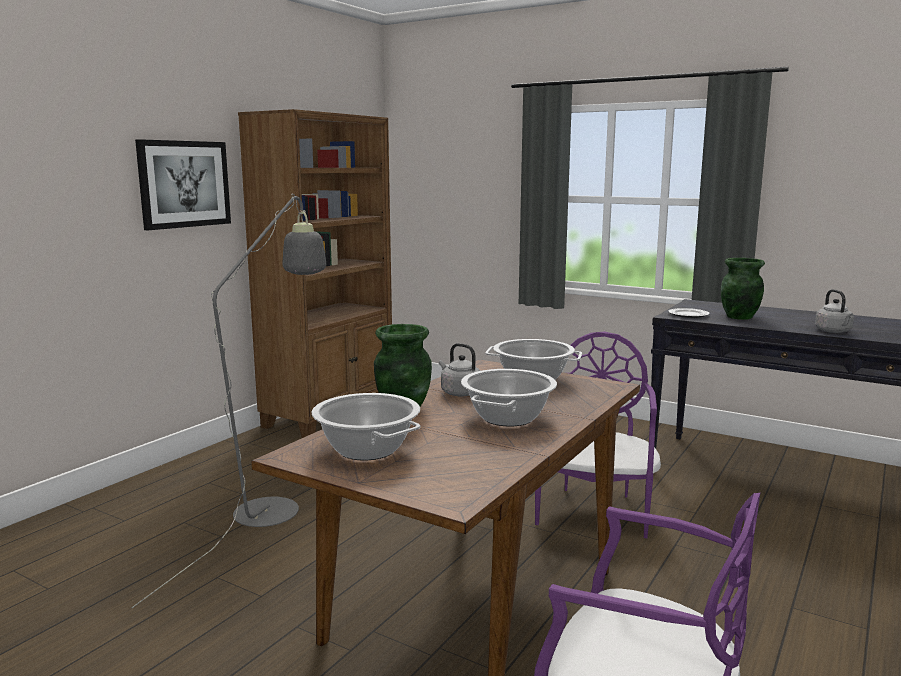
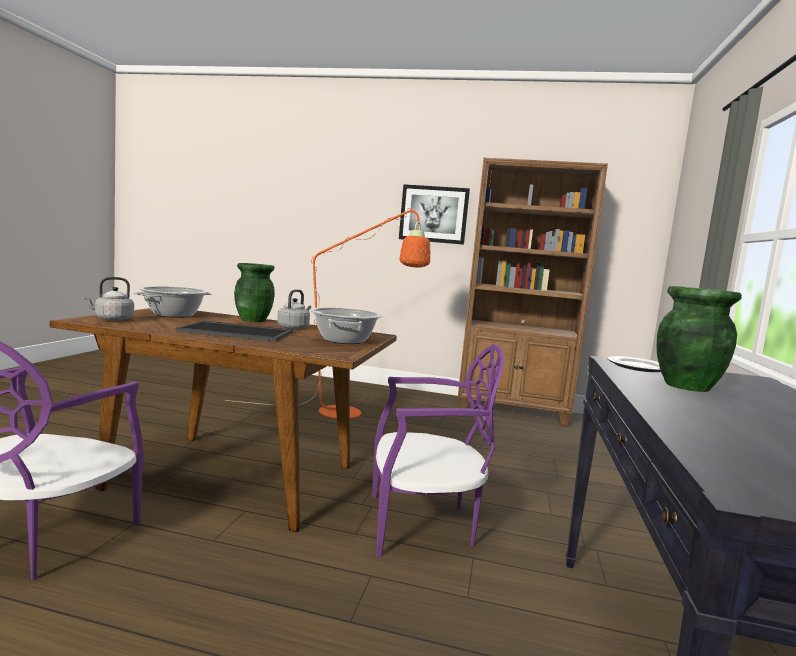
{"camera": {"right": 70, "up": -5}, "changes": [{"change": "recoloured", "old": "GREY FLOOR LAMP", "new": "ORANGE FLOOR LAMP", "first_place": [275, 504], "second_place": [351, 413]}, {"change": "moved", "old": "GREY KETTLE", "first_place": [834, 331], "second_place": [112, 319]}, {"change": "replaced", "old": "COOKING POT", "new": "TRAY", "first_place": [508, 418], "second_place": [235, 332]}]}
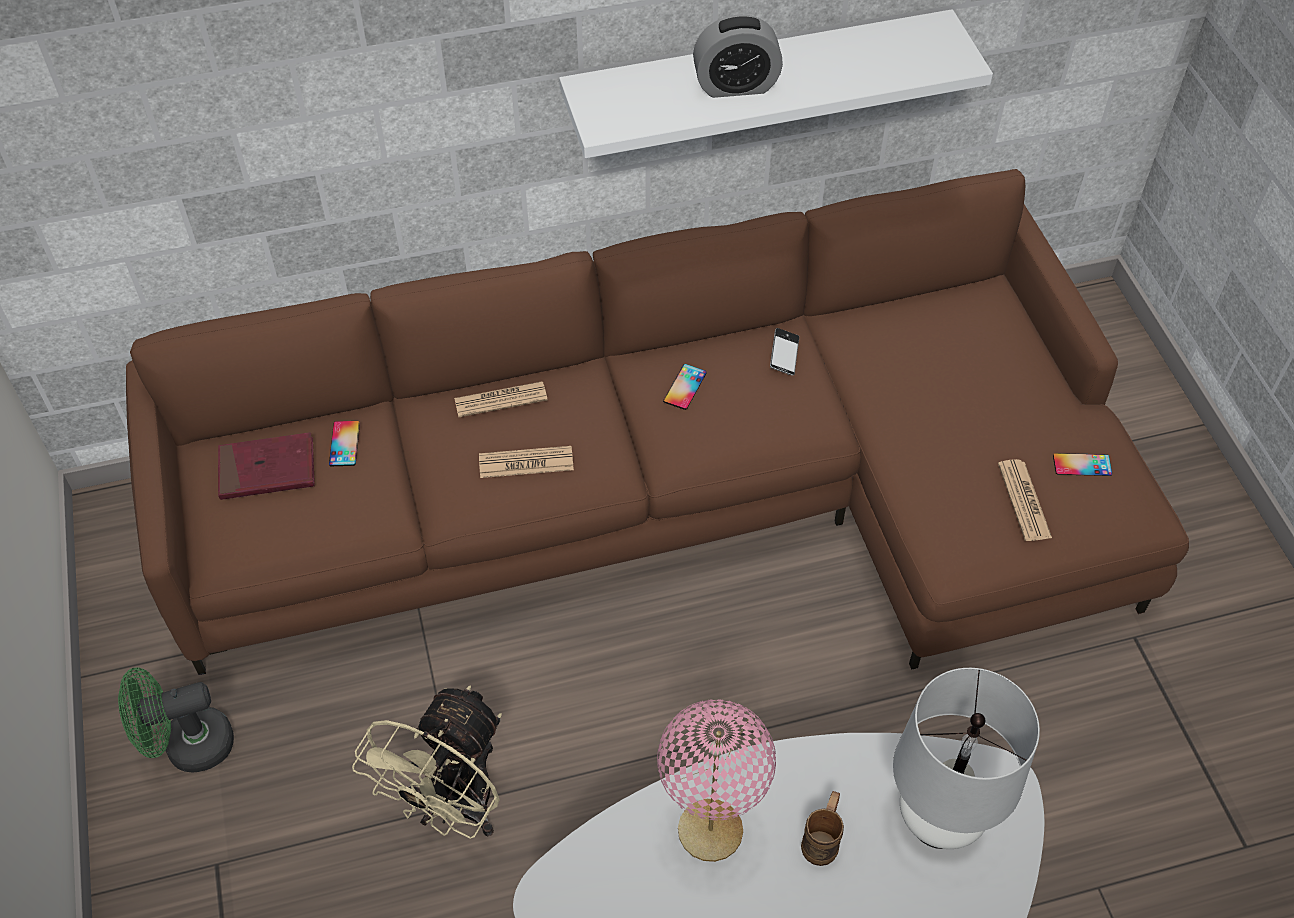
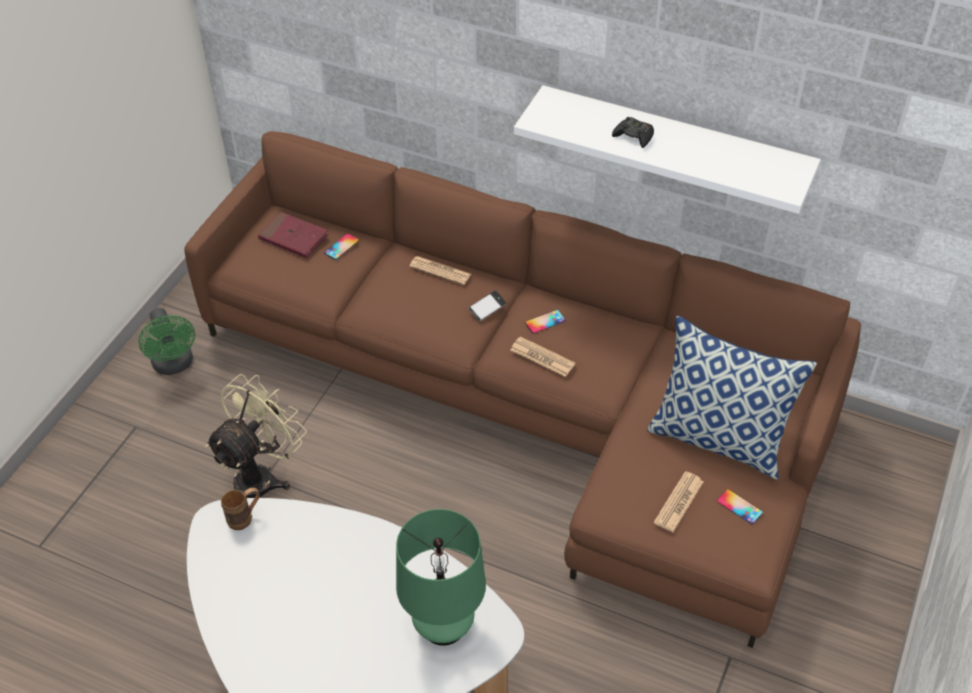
{"camera": {"right": 40, "up": -5}, "changes": [{"change": "replaced", "old": "ALARM CLOCK", "new": "BLACK GAME CONTROLLER", "first_place": [736, 86], "second_place": [634, 136]}, {"change": "moved", "old": "PHONE", "first_place": [784, 355], "second_place": [487, 308]}, {"change": "moved", "old": "NEWSPAPER", "first_place": [526, 463], "second_place": [542, 357]}, {"change": "turned", "old": "GREEN FAN", "first_place": [188, 746], "second_place": [174, 365], "degrees": -135}, {"change": "recoloured", "old": "WHITE TABLE LAMP", "new": "GREEN TABLE LAMP", "first_place": [939, 819], "second_place": [443, 626]}, {"change": "turned", "old": "BEIGE FAN", "first_place": [453, 807], "second_place": [262, 476], "degrees": 150}, {"change": "removed", "old": "PINK TABLE LAMP", "first_place": [709, 831]}, {"change": "moved", "old": "BROWN MUG", "first_place": [823, 839], "second_place": [245, 518]}, {"change": "added", "new": "PILLOW", "second_place": [719, 439]}]}
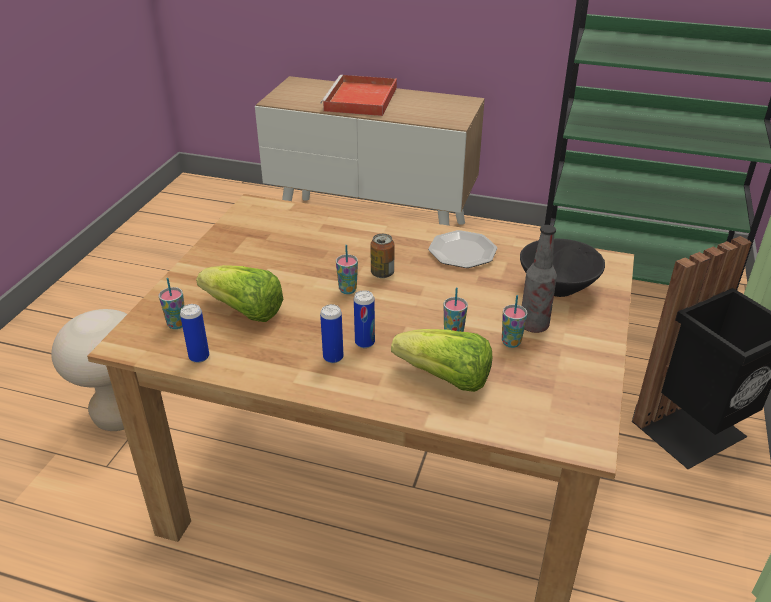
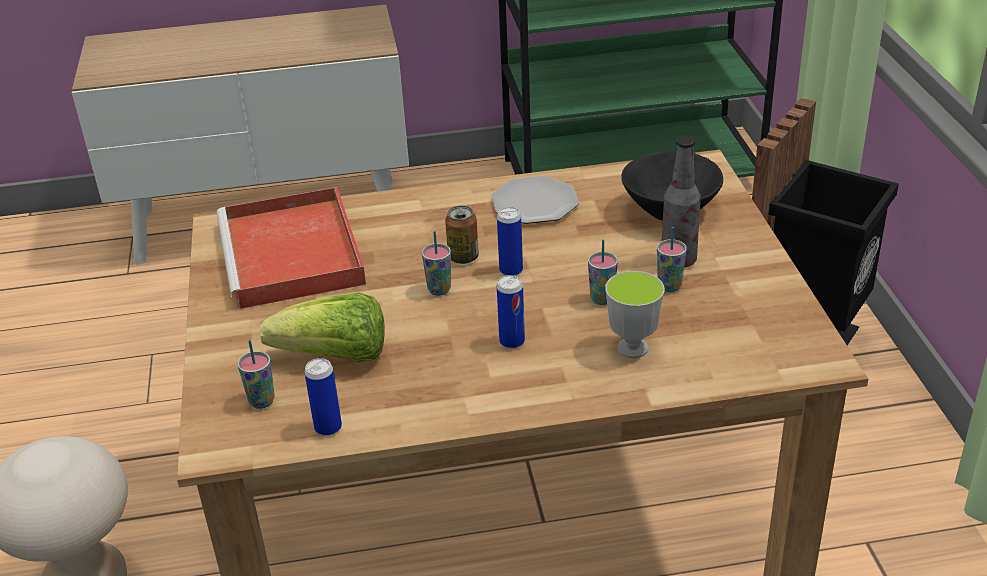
{"camera": {"right": -25, "up": 0}, "changes": [{"change": "moved", "old": "RED TRAY", "first_place": [361, 100], "second_place": [293, 255]}, {"change": "moved", "old": "CAN", "first_place": [333, 357], "second_place": [511, 270]}, {"change": "replaced", "old": "LETTUCE", "new": "CUP", "first_place": [445, 378], "second_place": [632, 348]}]}
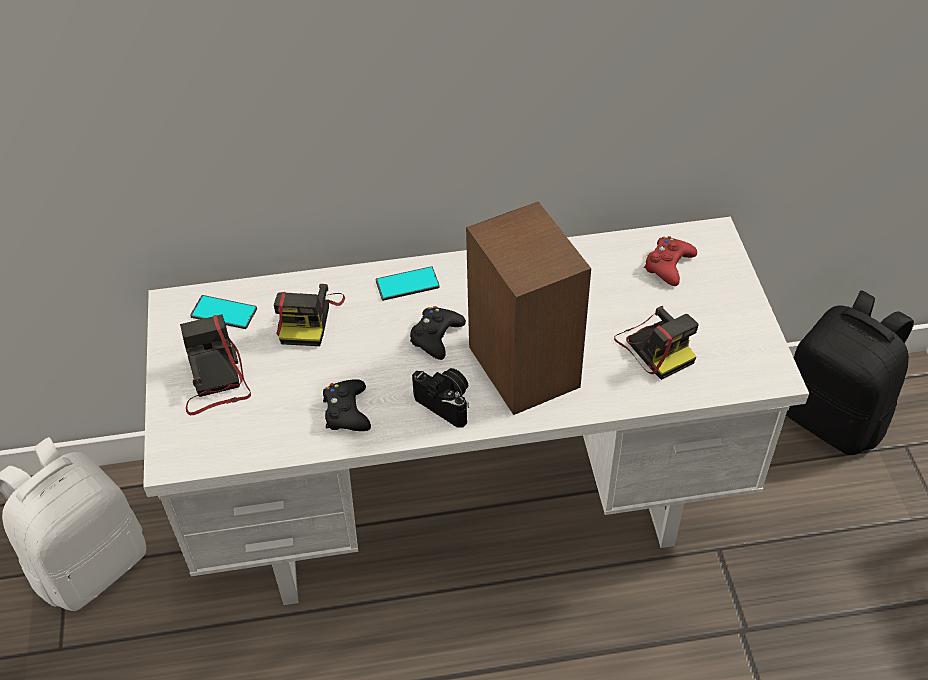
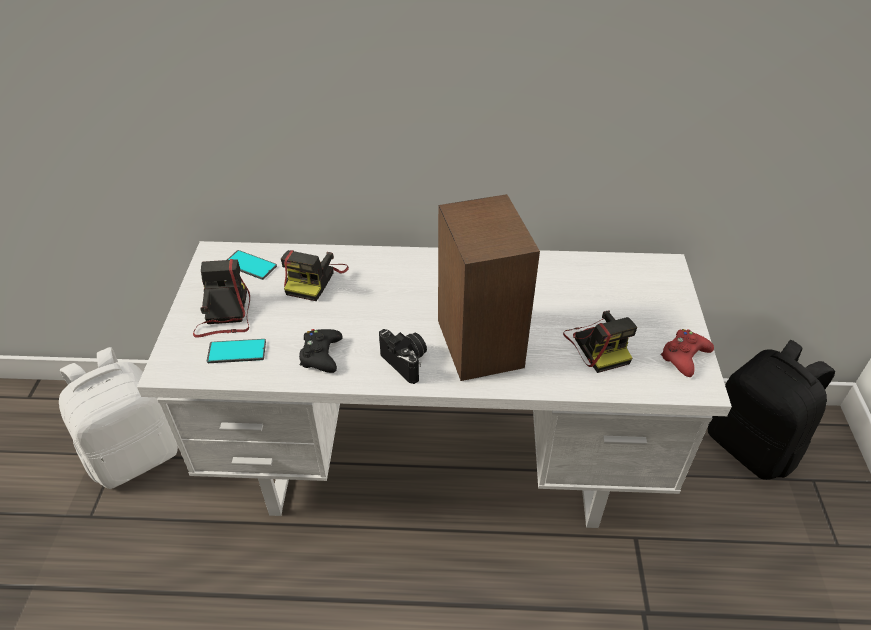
{"camera": {"right": 10, "up": -5}, "changes": [{"change": "moved", "old": "RED GAME CONTROLLER", "first_place": [668, 265], "second_place": [684, 356]}, {"change": "moved", "old": "PHONE", "first_place": [407, 284], "second_place": [237, 352]}, {"change": "removed", "old": "BLACK GAME CONTROLLER", "first_place": [436, 337]}]}
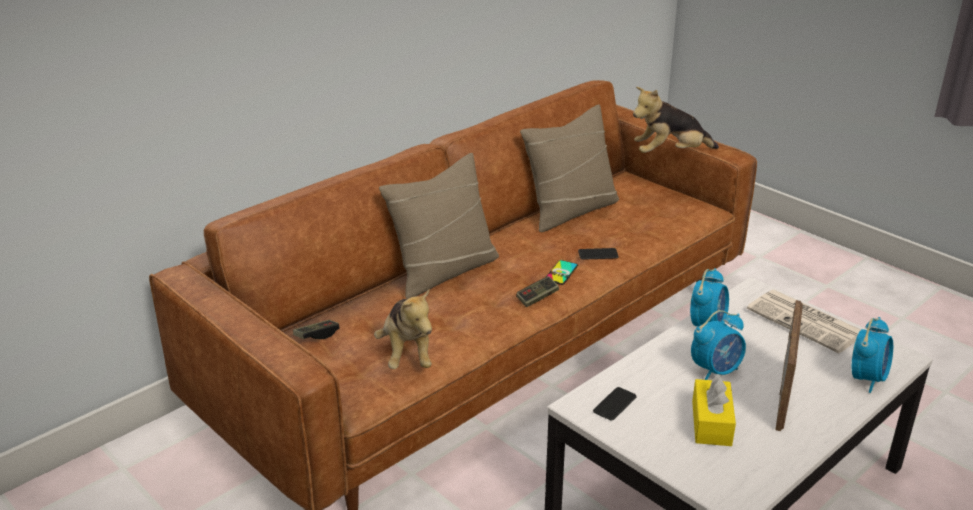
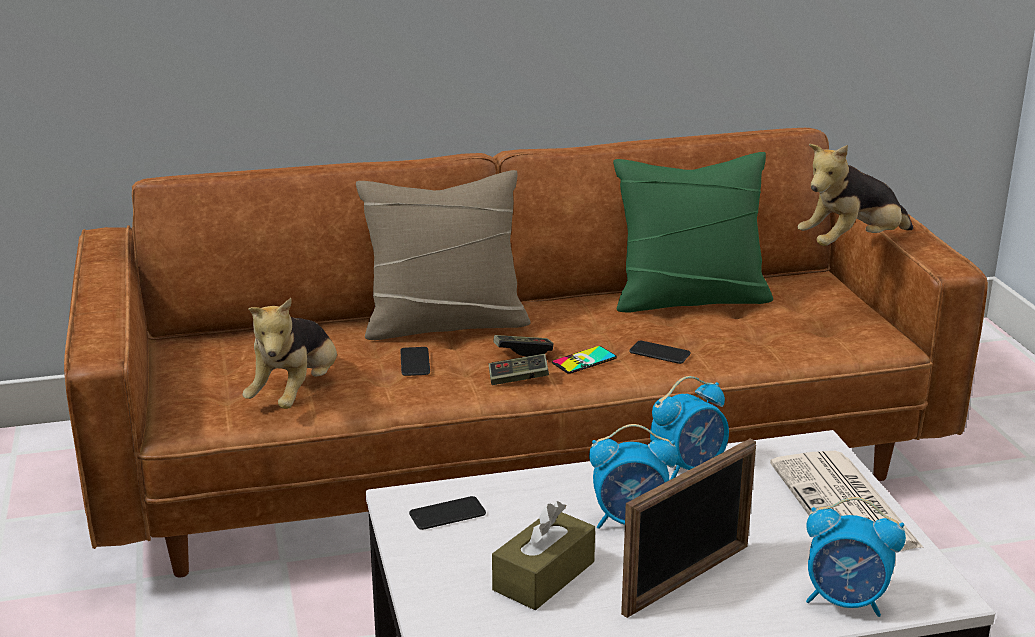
{"camera": {"right": 30, "up": -5}, "changes": [{"change": "turned", "old": "PLUSH TOY", "first_place": [670, 154], "second_place": [852, 245], "degrees": -45}, {"change": "recoloured", "old": "BEIGE PILLOW", "new": "GREEN PILLOW", "first_place": [570, 211], "second_place": [690, 298]}, {"change": "turned", "old": "ALARM CLOCK", "first_place": [867, 378], "second_place": [846, 601], "degrees": 45}, {"change": "moved", "old": "GAME CONTROLLER", "first_place": [317, 335], "second_place": [523, 352]}, {"change": "recoloured", "old": "YELLOW TISSUE BOX", "new": "BROWN TISSUE BOX", "first_place": [711, 423], "second_place": [544, 576]}, {"change": "added", "new": "PHONE", "second_place": [415, 362]}]}
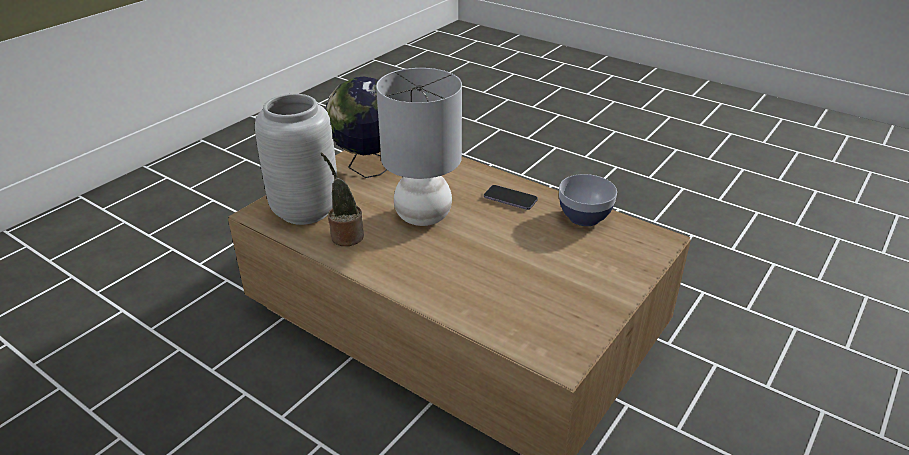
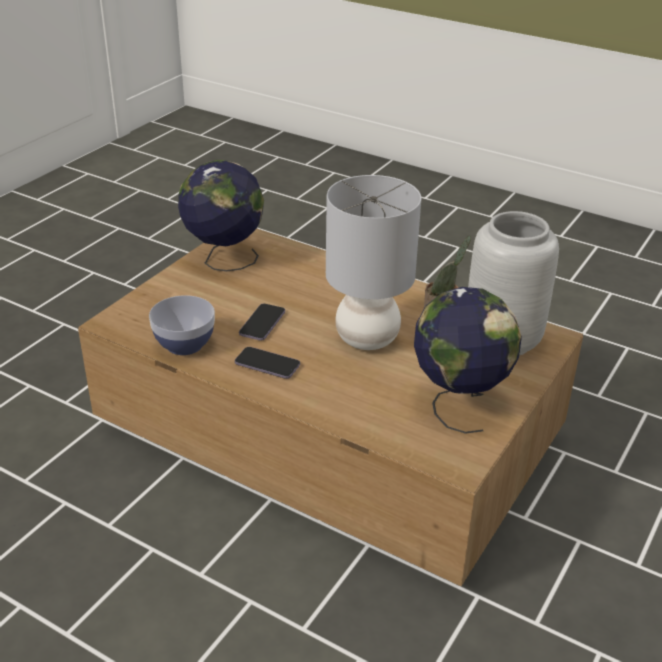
{"camera": {"right": 175, "up": 0}, "changes": [{"change": "added", "new": "GLOBE", "second_place": [224, 260]}, {"change": "added", "new": "PHONE", "second_place": [262, 323]}]}
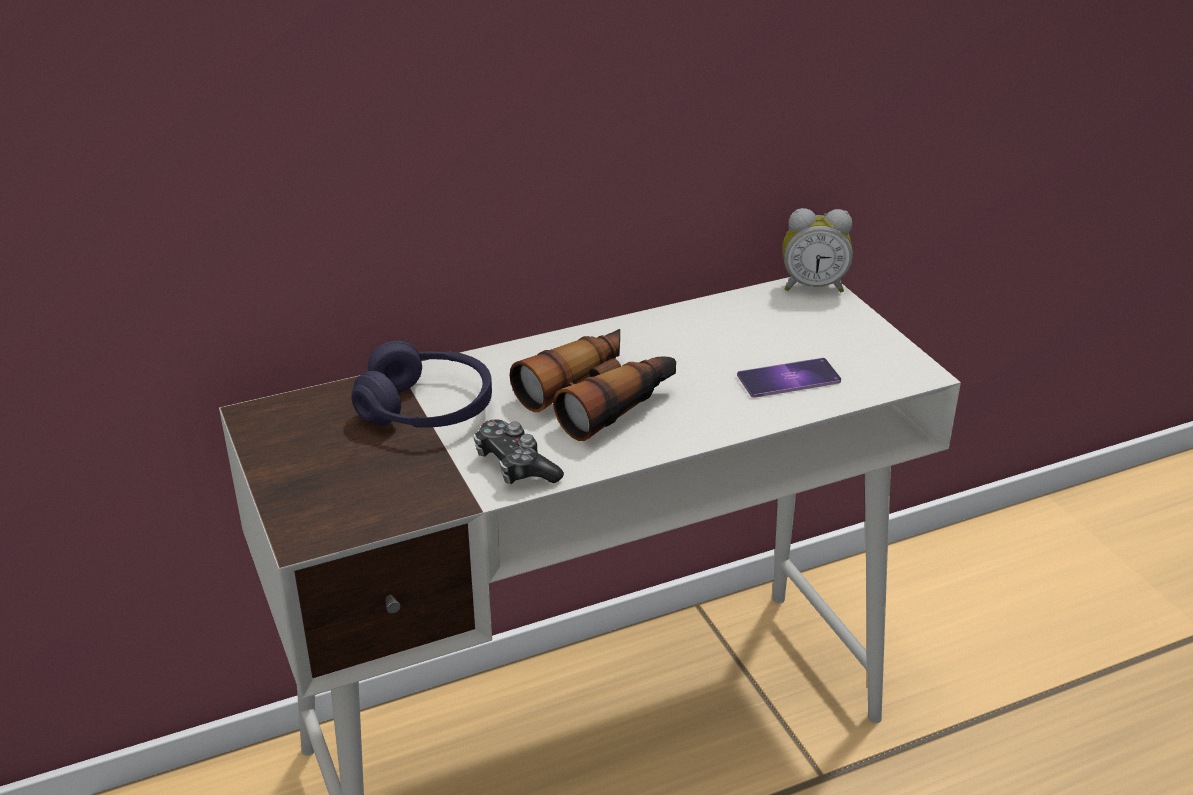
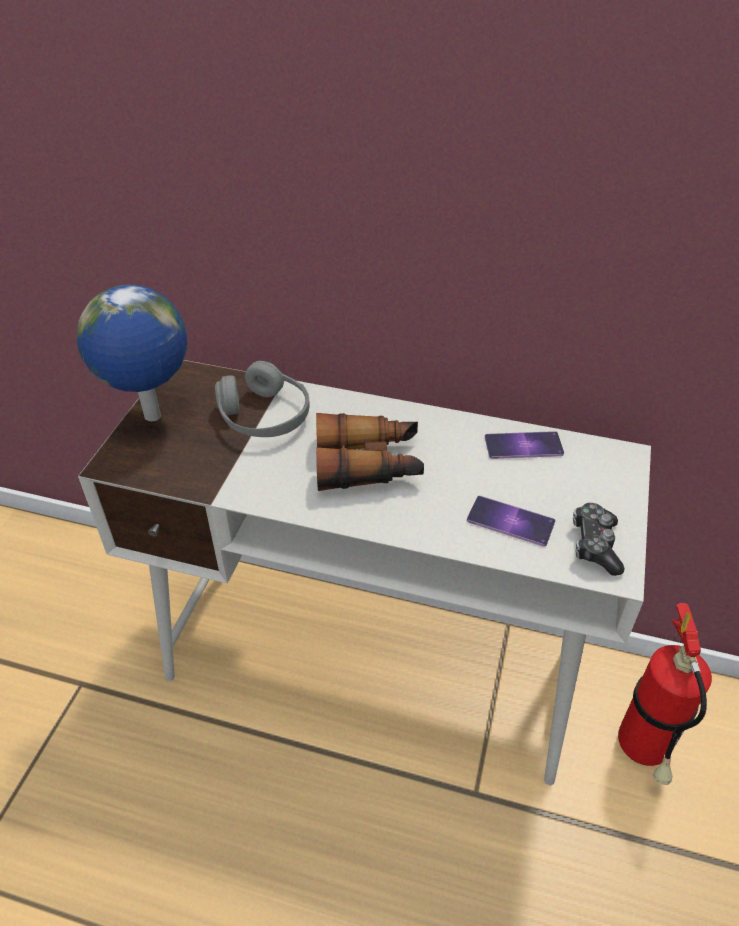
{"camera": {"right": 40, "up": 10}, "changes": [{"change": "removed", "old": "ALARM CLOCK", "first_place": [813, 286]}, {"change": "recoloured", "old": "PURPLE HEADPHONES", "new": "GREY HEADPHONES", "first_place": [426, 409], "second_place": [264, 416]}, {"change": "moved", "old": "GAME CONTROLLER", "first_place": [515, 465], "second_place": [595, 545]}, {"change": "added", "new": "GLOBE", "second_place": [153, 417]}, {"change": "added", "new": "PHONE", "second_place": [523, 445]}, {"change": "added", "new": "FIRE EXTINGUISHER", "second_place": [643, 752]}]}
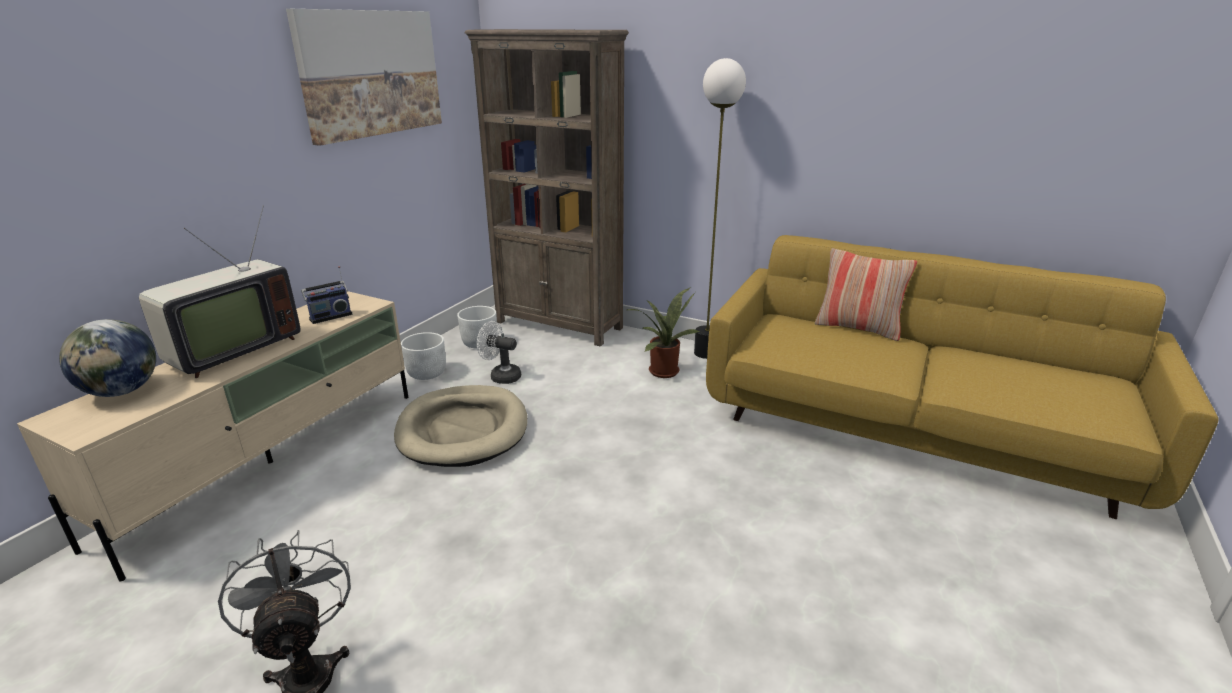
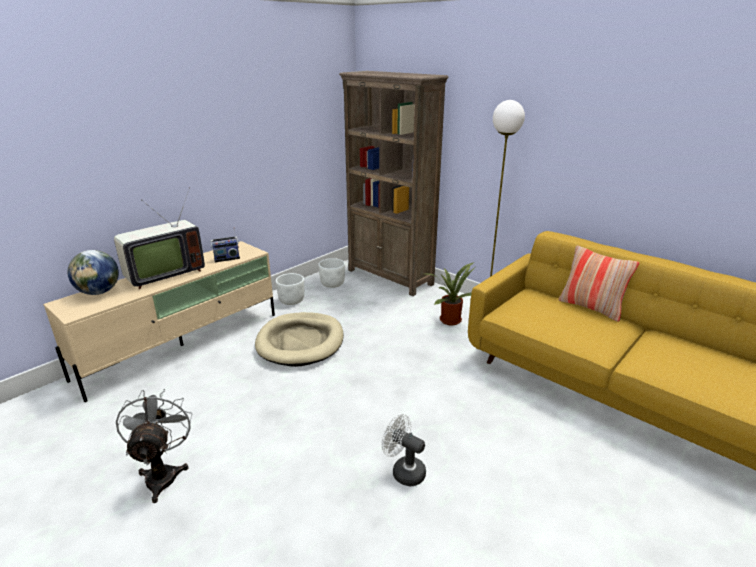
{"camera": {"right": 15, "up": 0}, "changes": [{"change": "removed", "old": "PICTURE", "first_place": [371, 73]}, {"change": "moved", "old": "WHITE FAN", "first_place": [501, 376], "second_place": [404, 471]}]}
